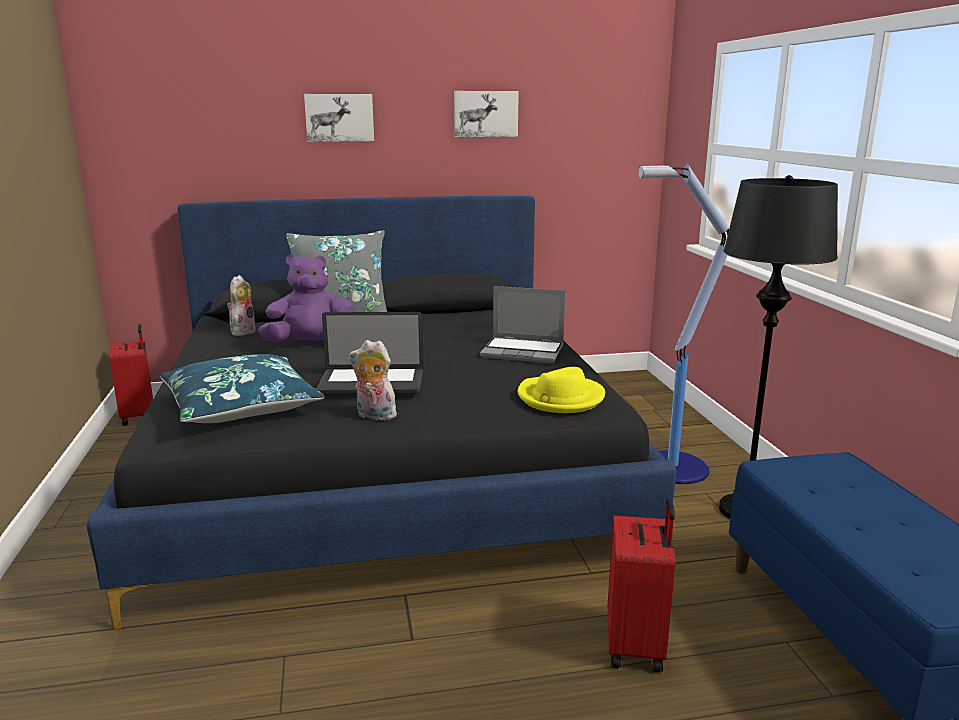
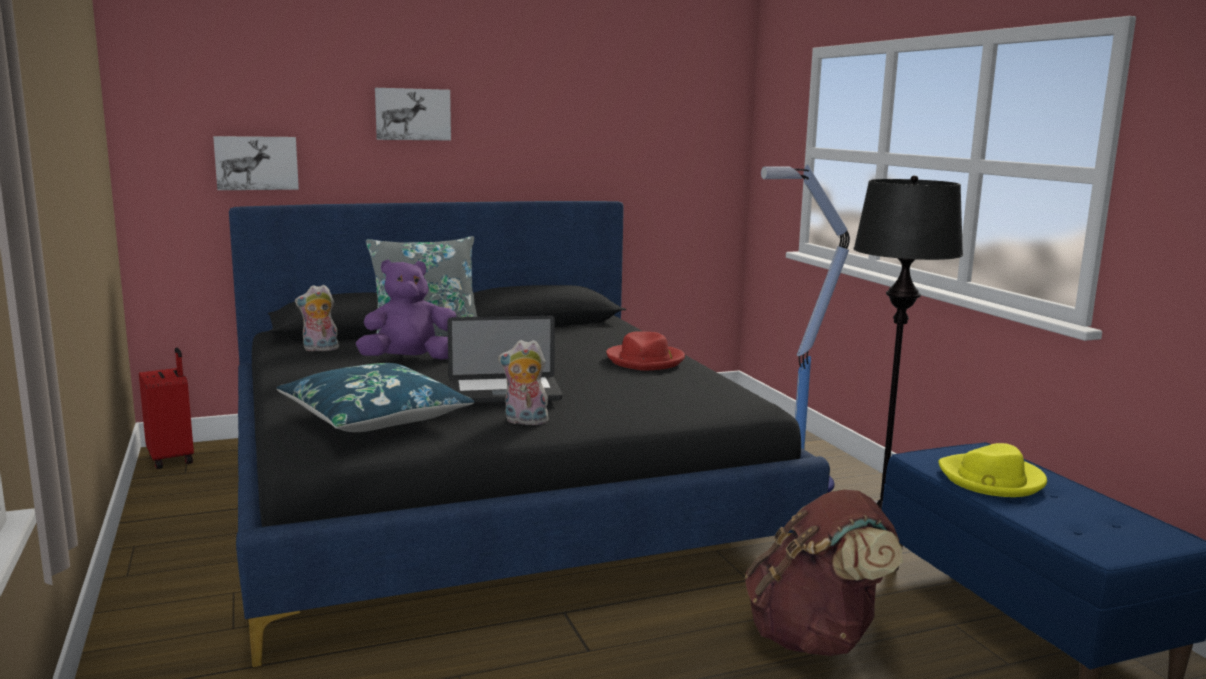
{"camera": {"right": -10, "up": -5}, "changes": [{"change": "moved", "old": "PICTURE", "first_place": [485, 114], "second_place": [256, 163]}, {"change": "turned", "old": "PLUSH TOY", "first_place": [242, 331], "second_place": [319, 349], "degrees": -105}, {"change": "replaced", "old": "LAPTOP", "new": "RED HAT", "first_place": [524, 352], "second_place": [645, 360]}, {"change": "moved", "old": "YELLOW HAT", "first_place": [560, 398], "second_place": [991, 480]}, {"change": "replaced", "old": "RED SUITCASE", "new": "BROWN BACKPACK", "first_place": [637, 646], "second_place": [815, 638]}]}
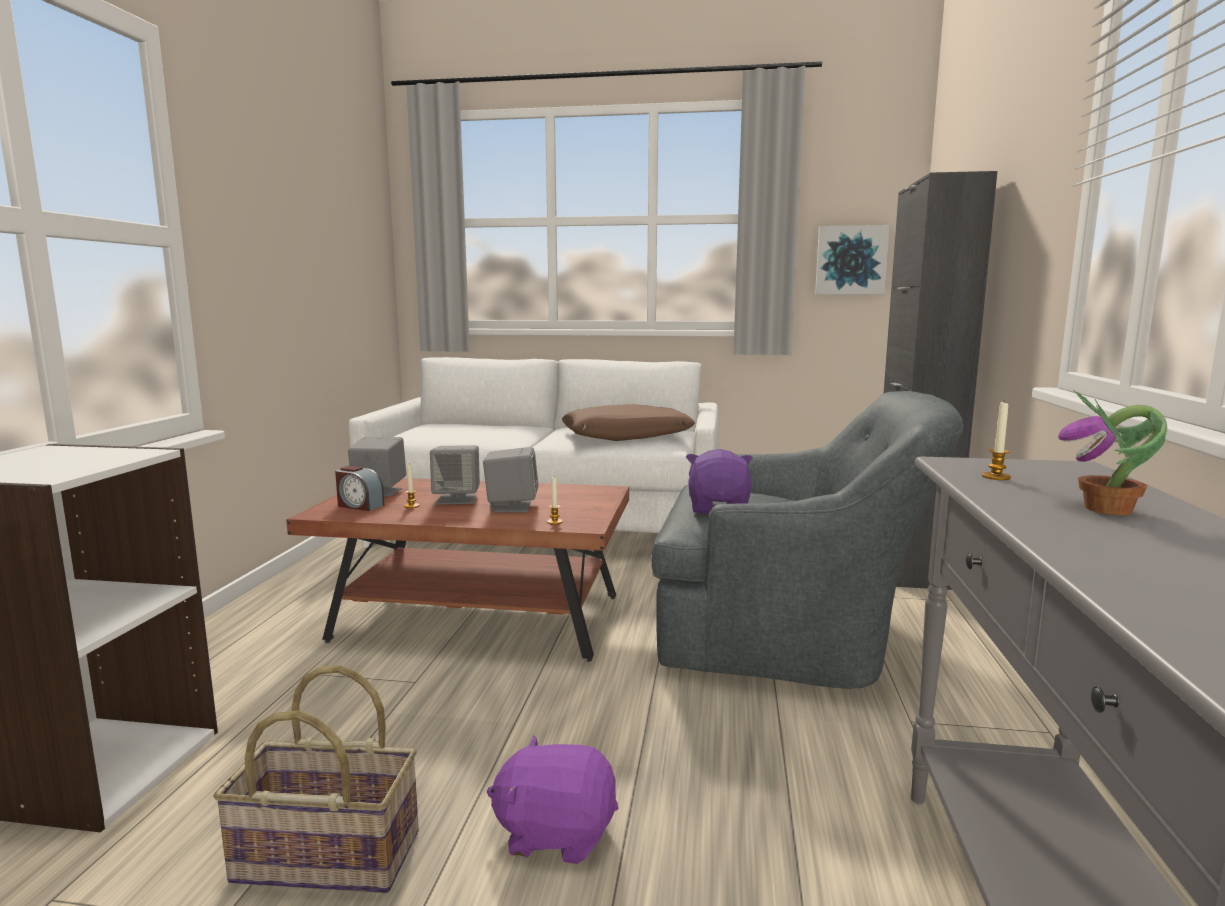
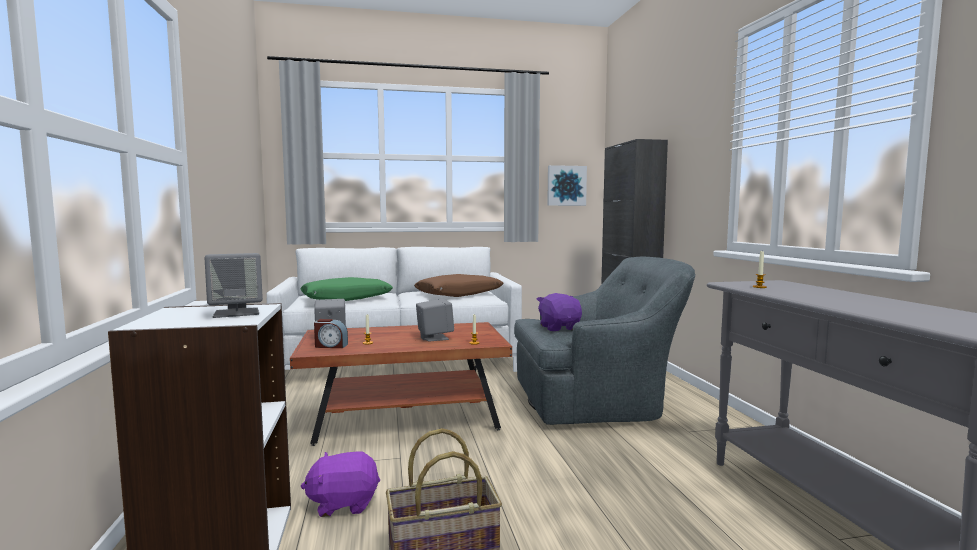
{"camera": {"right": -20, "up": -5}, "changes": [{"change": "removed", "old": "POTTED PLANT", "first_place": [1109, 510]}, {"change": "moved", "old": "GREY SPEAKER", "first_place": [457, 499], "second_place": [237, 313]}, {"change": "moved", "old": "PURPLE PLUSH TOY", "first_place": [556, 833], "second_place": [343, 503]}, {"change": "added", "new": "GREEN PILLOW", "second_place": [346, 299]}]}
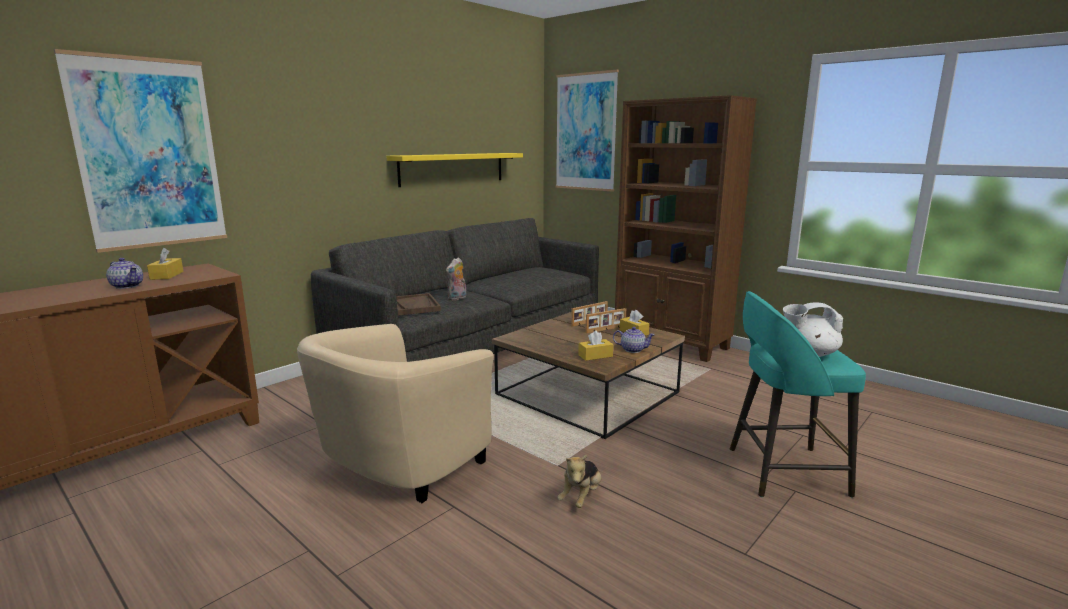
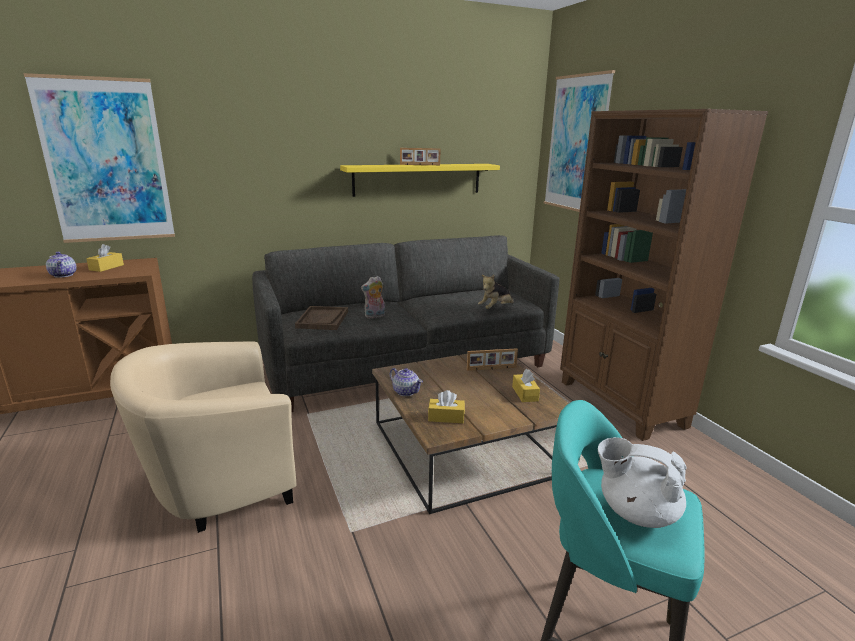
{"camera": {"right": 25, "up": 5}, "changes": [{"change": "moved", "old": "PICTURE FRAME", "first_place": [606, 329], "second_place": [420, 165]}, {"change": "moved", "old": "TEAPOT", "first_place": [632, 349], "second_place": [405, 391]}, {"change": "moved", "old": "PLUSH TOY", "first_place": [581, 497], "second_place": [495, 308]}]}
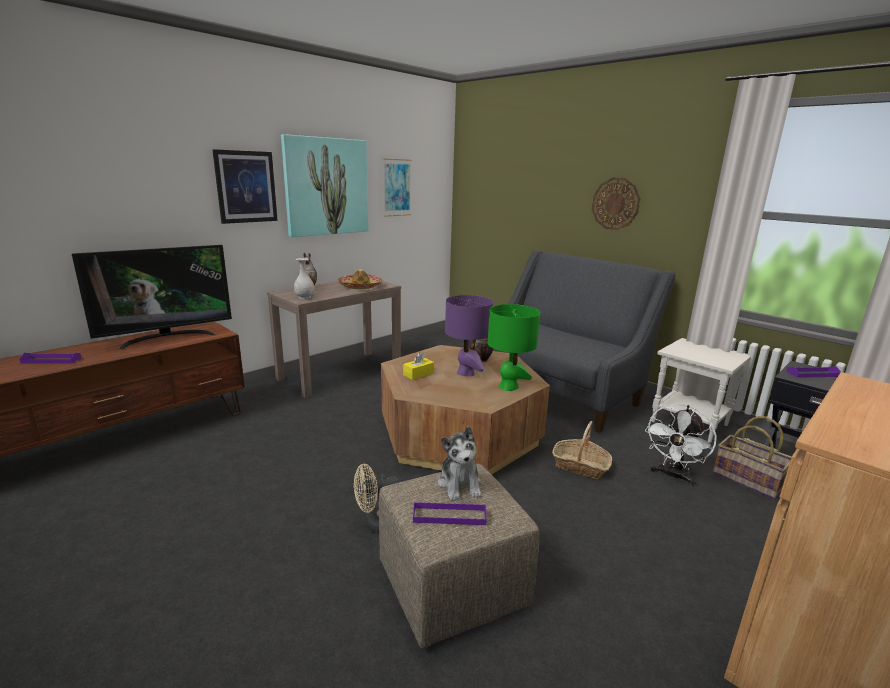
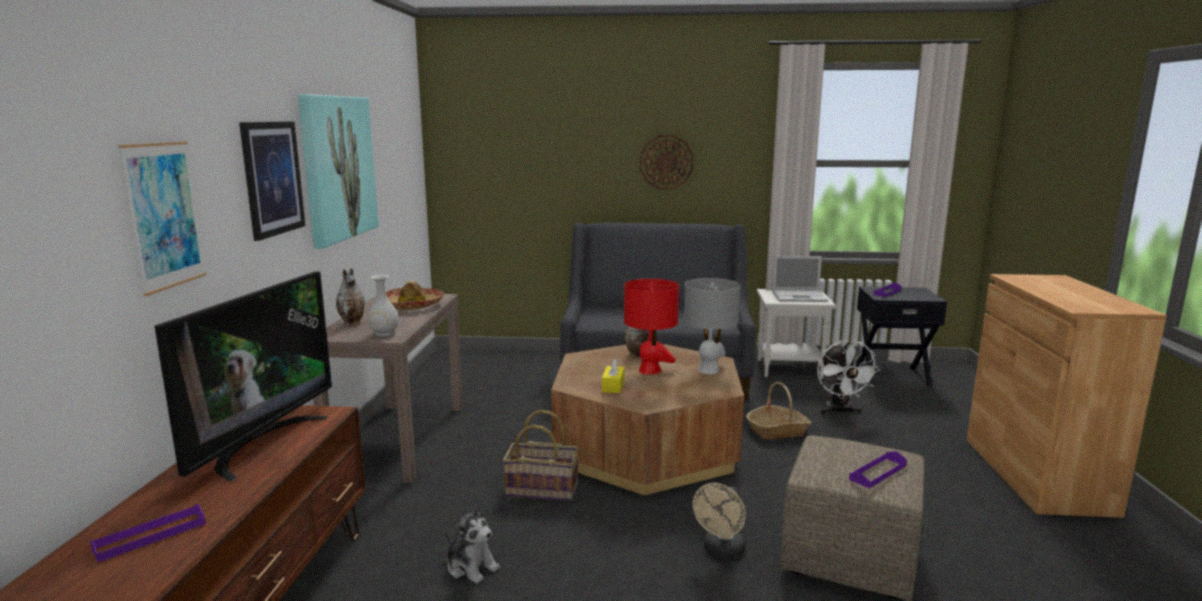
{"camera": {"right": -40, "up": -5}, "changes": [{"change": "moved", "old": "PICTURE", "first_place": [397, 187], "second_place": [164, 215]}, {"change": "recoloured", "old": "PURPLE TABLE LAMP", "new": "RED TABLE LAMP", "first_place": [466, 373], "second_place": [650, 370]}, {"change": "recoloured", "old": "GREEN TABLE LAMP", "new": "GREY TABLE LAMP", "first_place": [508, 387], "second_place": [709, 370]}, {"change": "moved", "old": "BASKET", "first_place": [748, 480], "second_place": [542, 489]}, {"change": "moved", "old": "PLUSH TOY", "first_place": [460, 484], "second_place": [471, 567]}, {"change": "added", "new": "LAPTOP", "second_place": [800, 296]}]}
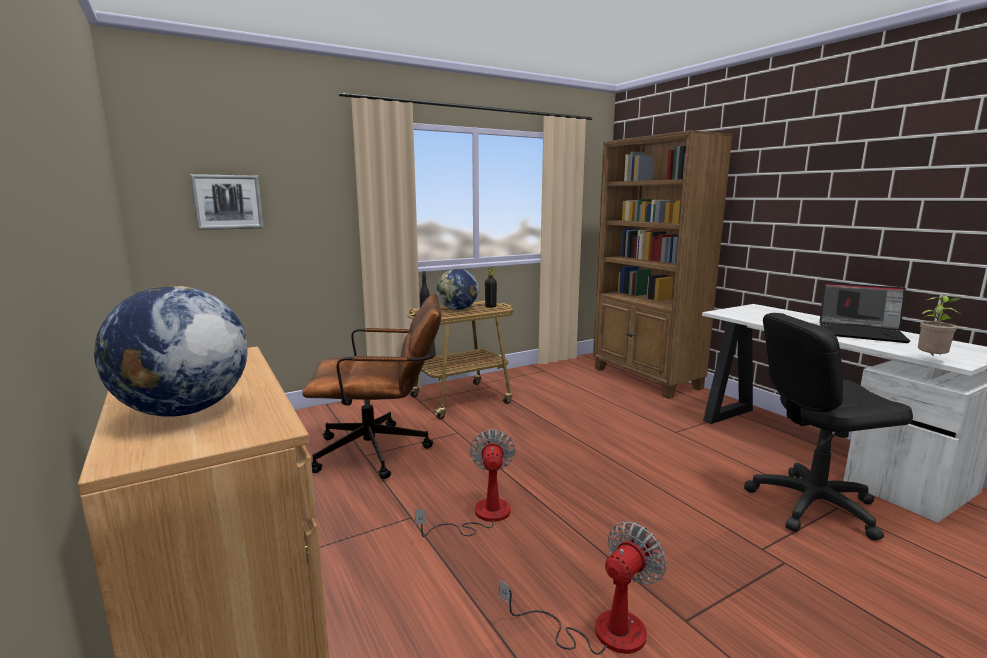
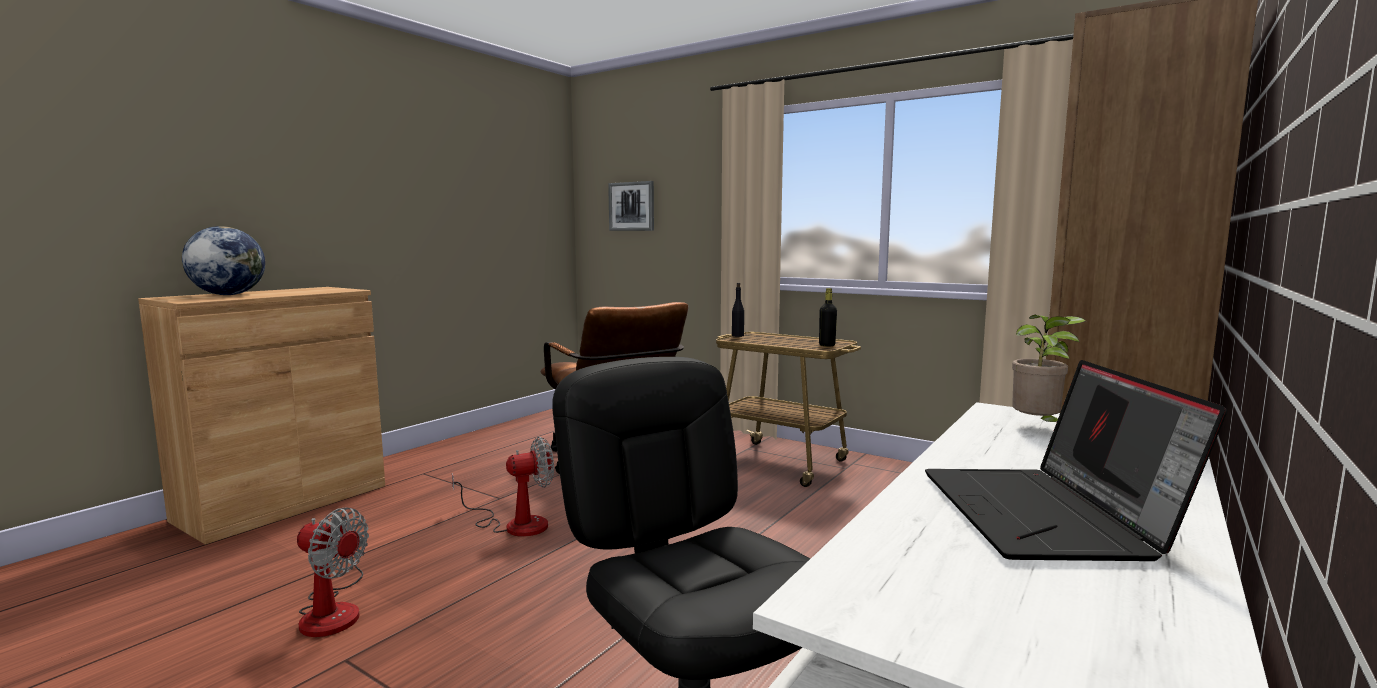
{"camera": {"right": 65, "up": -5}, "changes": [{"change": "removed", "old": "GLOBE", "first_place": [457, 309]}, {"change": "moved", "old": "POTTED PLANT", "first_place": [931, 360], "second_place": [1038, 428]}]}
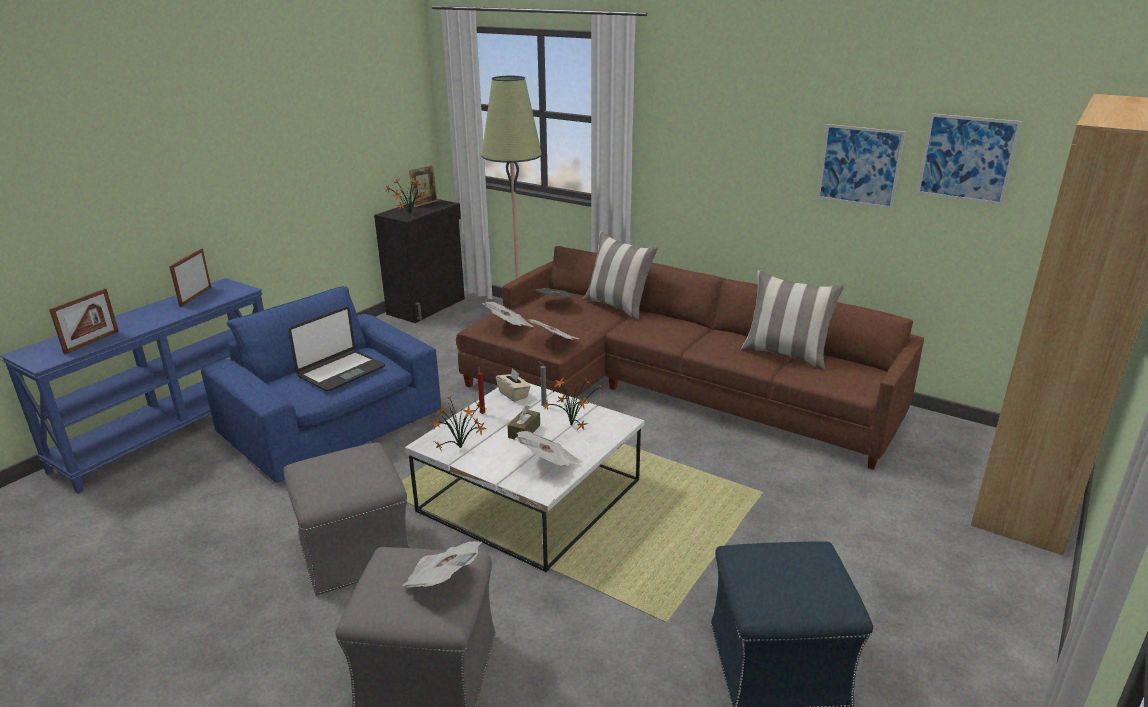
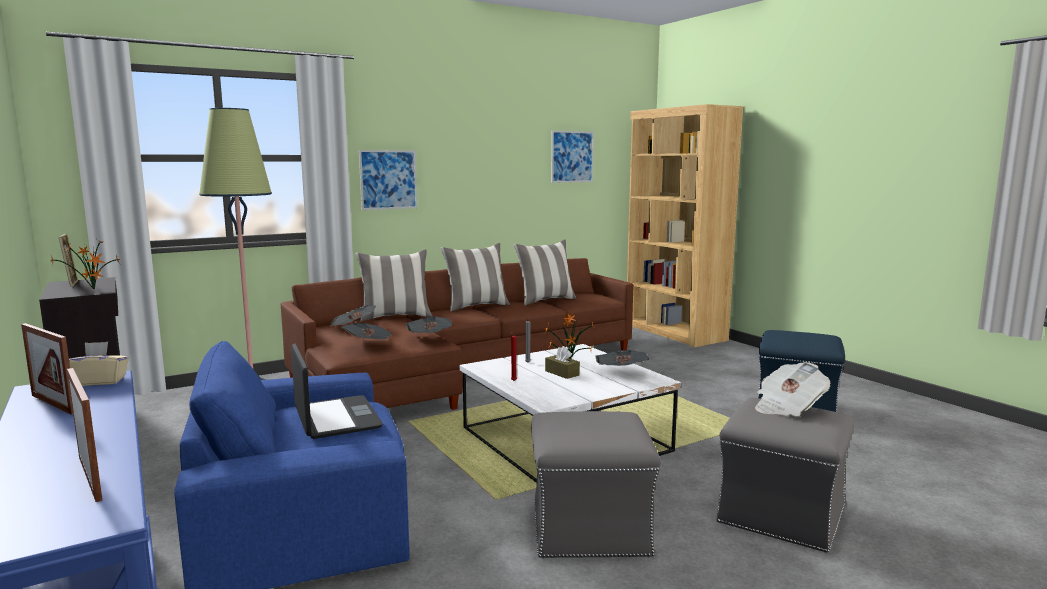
{"camera": {"right": -65, "up": -15}, "changes": [{"change": "moved", "old": "PICTURE", "first_place": [859, 166], "second_place": [388, 179]}, {"change": "moved", "old": "BEIGE TISSUE BOX", "first_place": [513, 394], "second_place": [99, 381]}, {"change": "removed", "old": "POTTED PLANT", "first_place": [462, 448]}, {"change": "added", "new": "PILLOW", "second_place": [476, 306]}]}
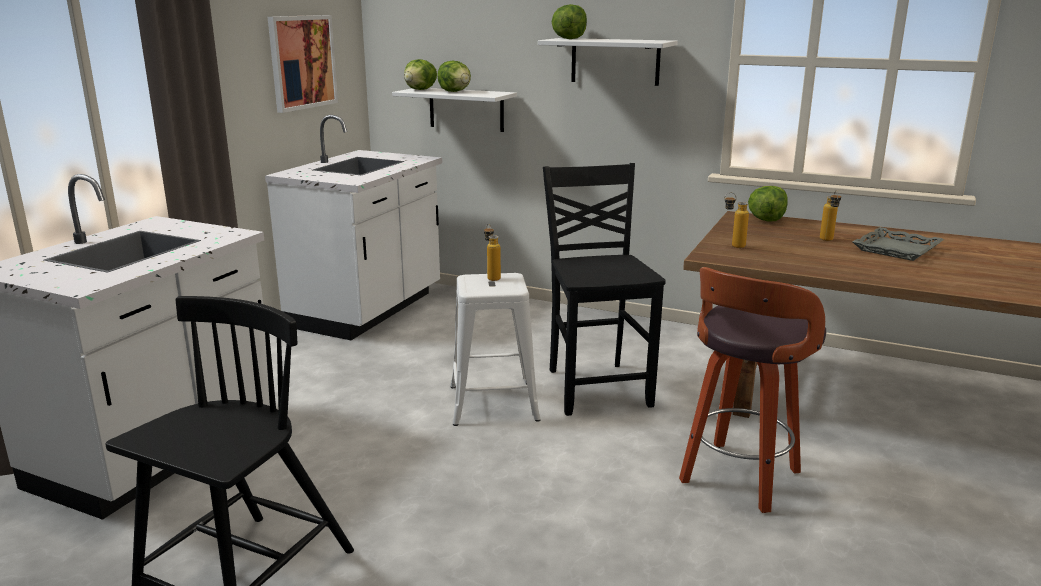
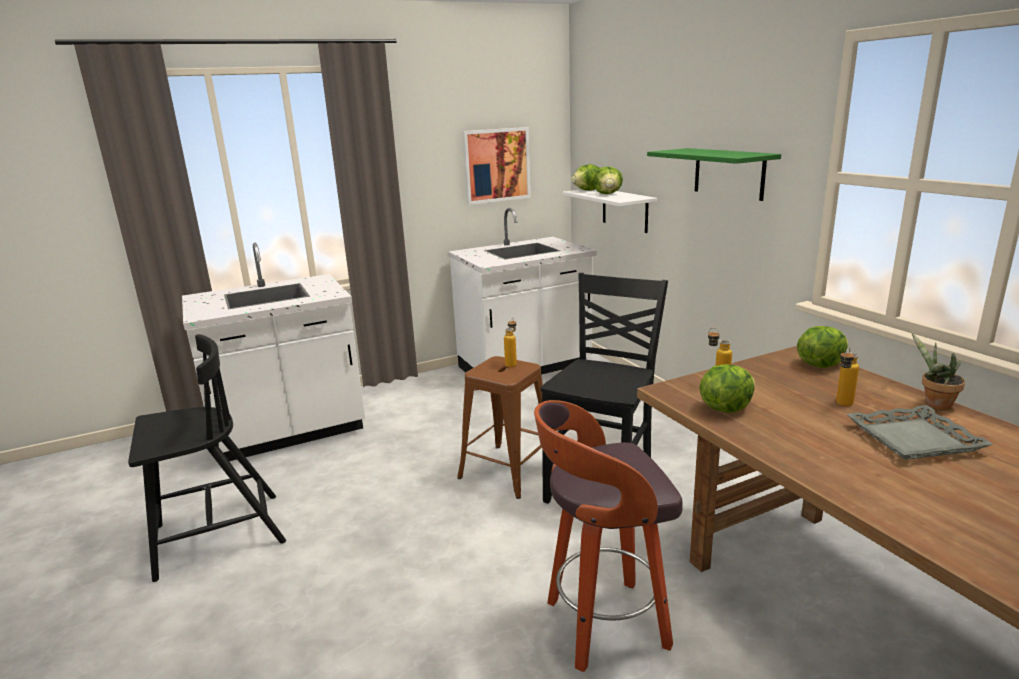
{"camera": {"right": 40, "up": 0}, "changes": [{"change": "moved", "old": "LETTUCE", "first_place": [569, 39], "second_place": [725, 408]}, {"change": "recoloured", "old": "WHITE SHELF", "new": "GREEN SHELF", "first_place": [615, 61], "second_place": [728, 173]}, {"change": "recoloured", "old": "WHITE STOOL", "new": "BROWN STOOL", "first_place": [493, 402], "second_place": [507, 470]}, {"change": "added", "new": "POTTED PLANT", "second_place": [934, 404]}]}
